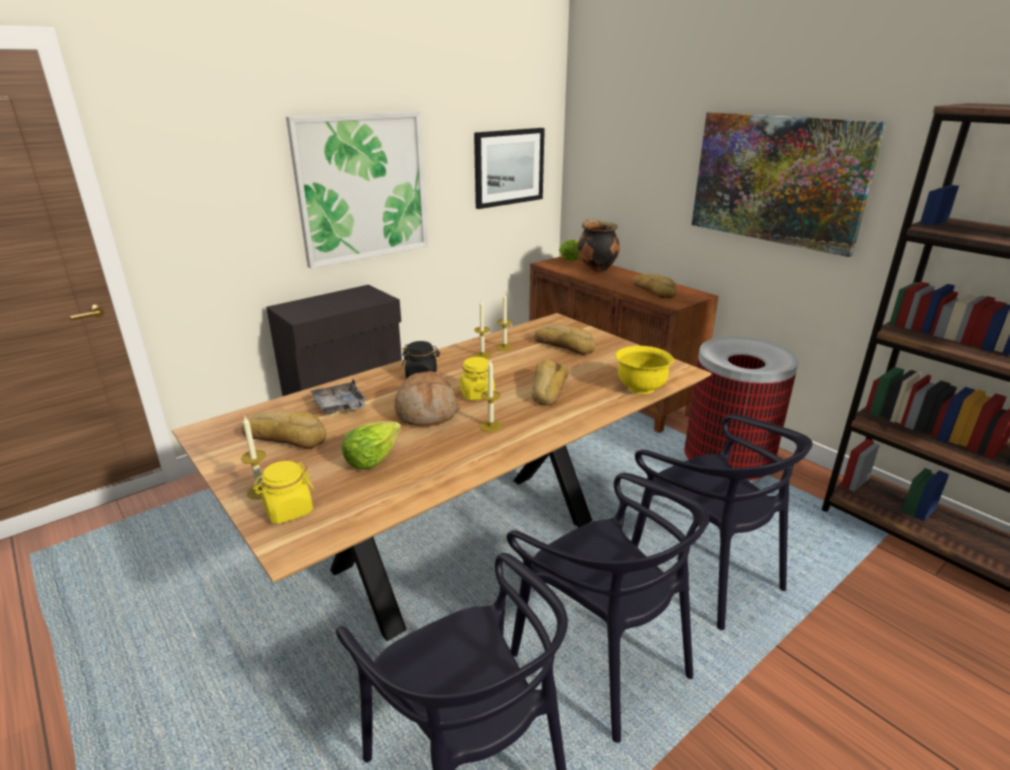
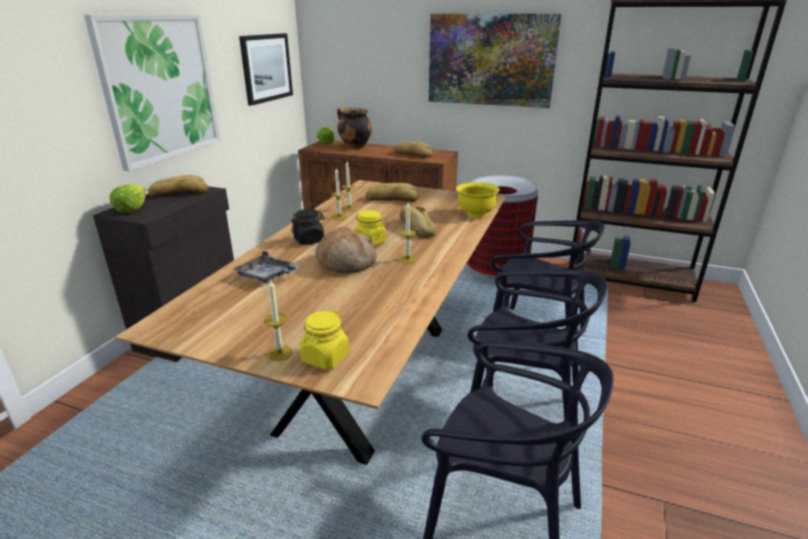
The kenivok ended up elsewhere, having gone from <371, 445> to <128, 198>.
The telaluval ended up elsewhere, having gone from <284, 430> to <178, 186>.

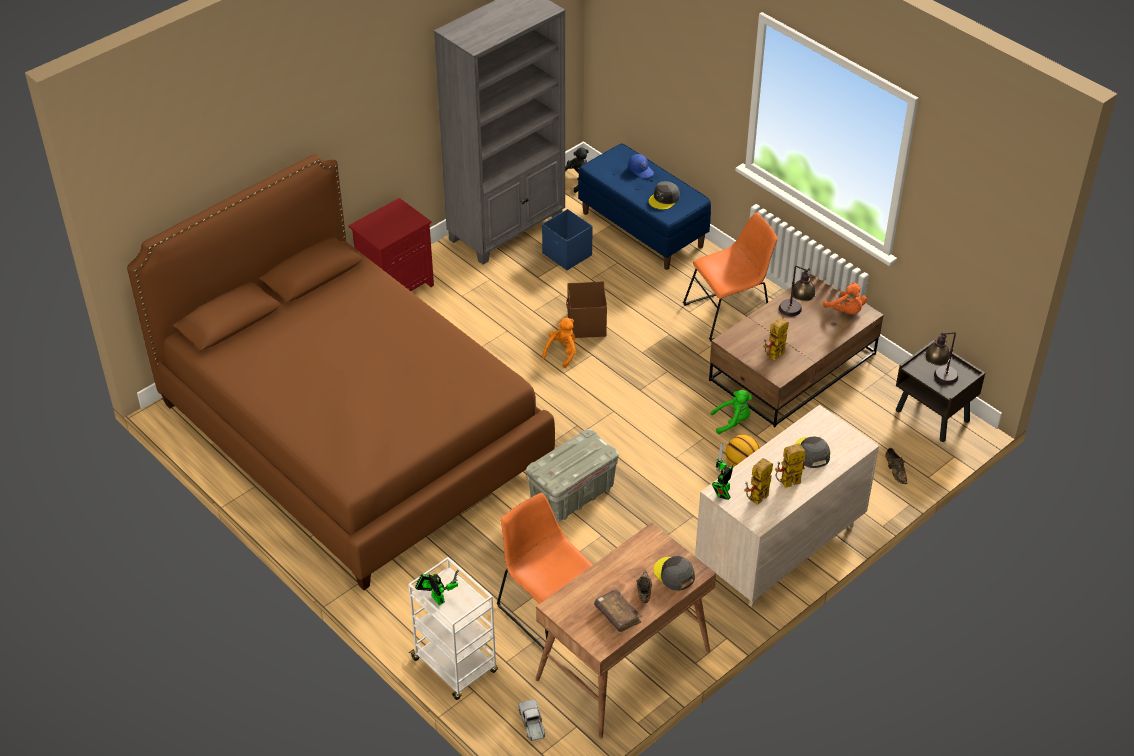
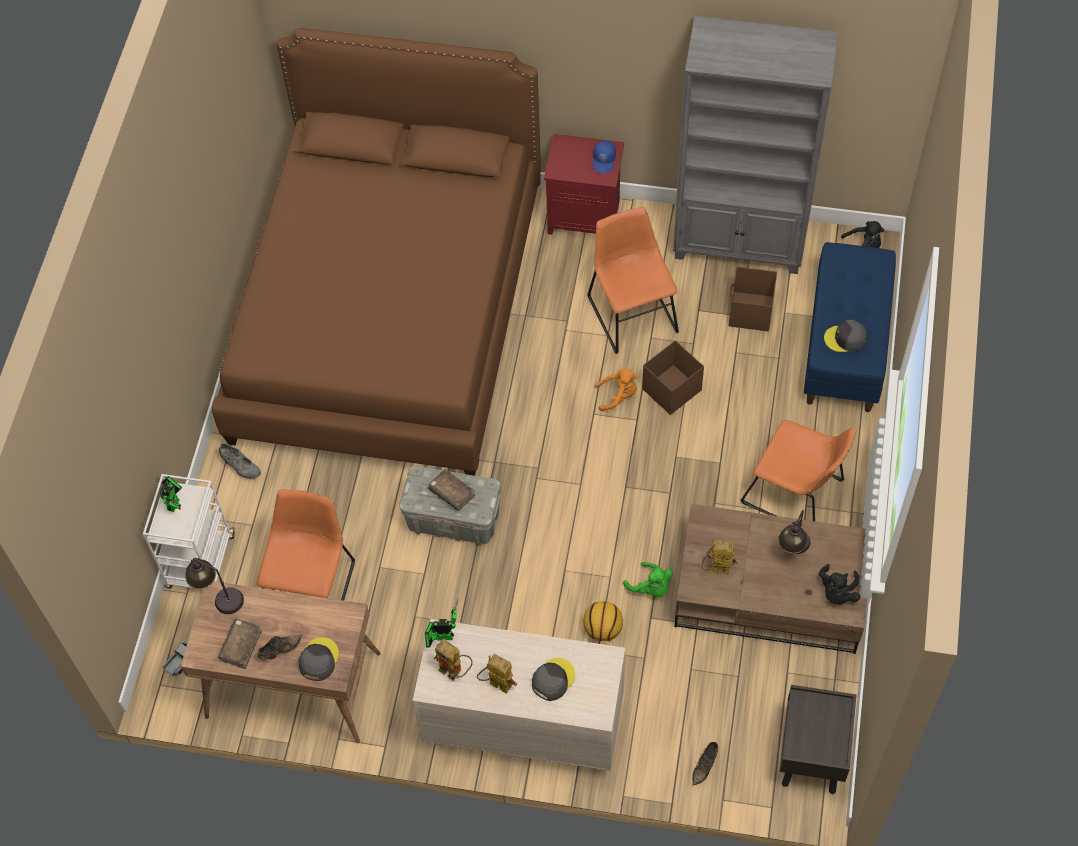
The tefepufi ended up elsewhere, having gone from <941, 358> to <214, 585>.
The second view gained the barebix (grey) at <240, 461>.
The second view gained the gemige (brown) at <452, 490>.
The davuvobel at <758, 481> ended up facing another way, 150 degrees counterclockwise from before.
The second view gained the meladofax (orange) at <633, 280>.
The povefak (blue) ended up elsewhere, having gone from <641, 166> to <604, 156>.
What was the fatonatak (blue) at <567, 239> turned into the fatonatak (brown) at <753, 299>.
What was the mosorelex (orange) at <845, 298> turned into the mosorelex (black) at <839, 584>.

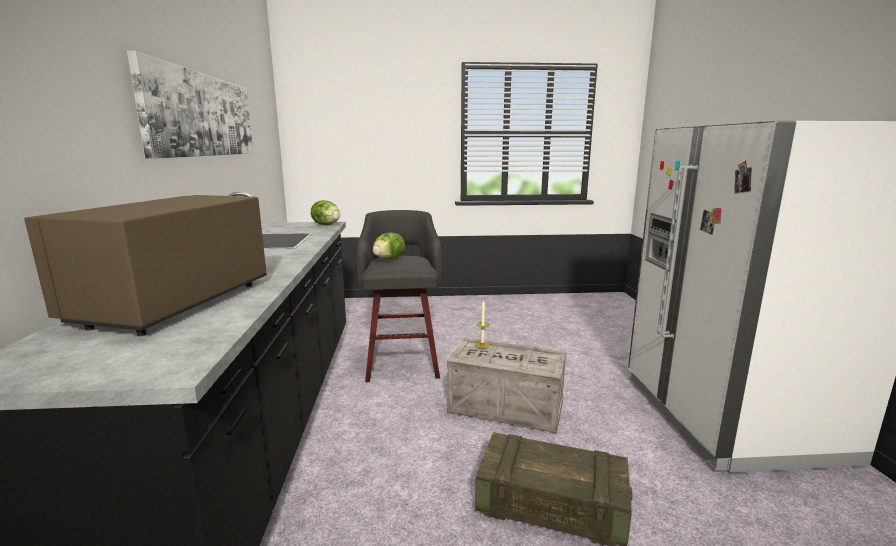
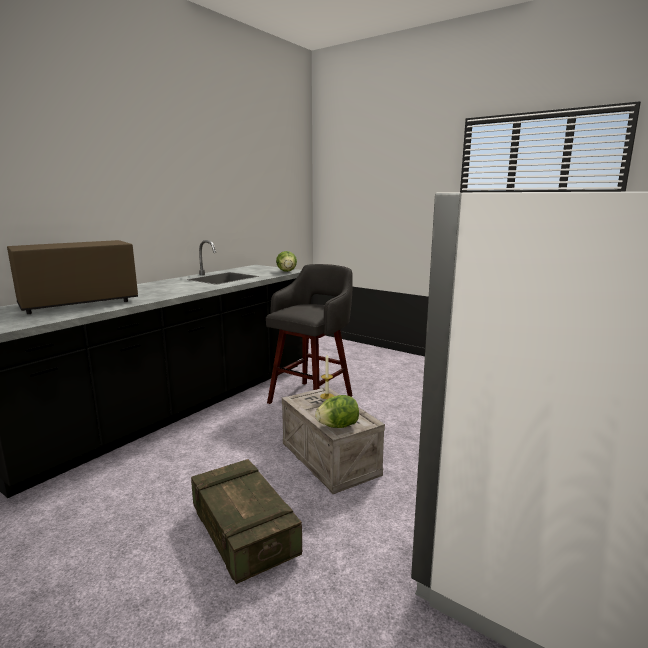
The kenivok ended up elsewhere, having gone from <389, 246> to <337, 411>.
The second view lost the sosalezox at <190, 105>.

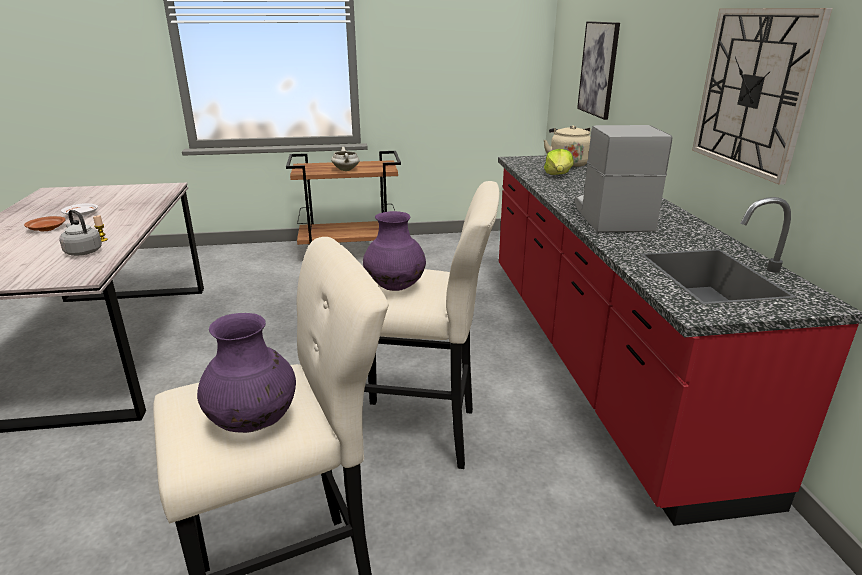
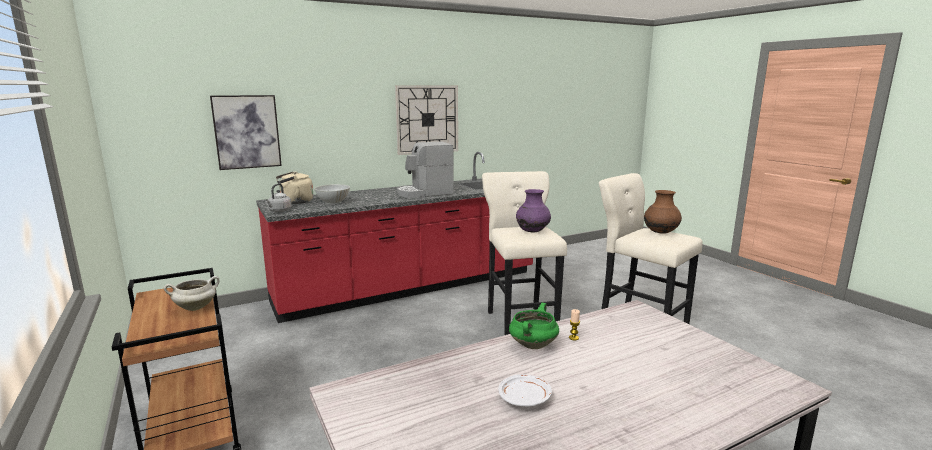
The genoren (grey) ended up elsewhere, having gone from <80, 233> to <278, 197>.
Where the kenivok stood at <559, 162>, the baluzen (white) came to stand at <332, 194>.
The second view gained the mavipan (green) at <534, 326>.
What was the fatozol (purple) at <246, 373> turned into the fatozol (brown) at <663, 212>.
The second view lost the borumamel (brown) at <45, 223>.

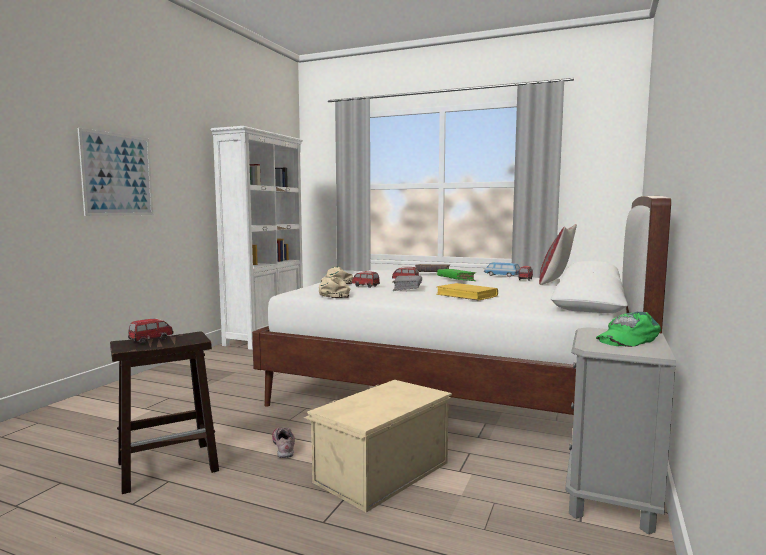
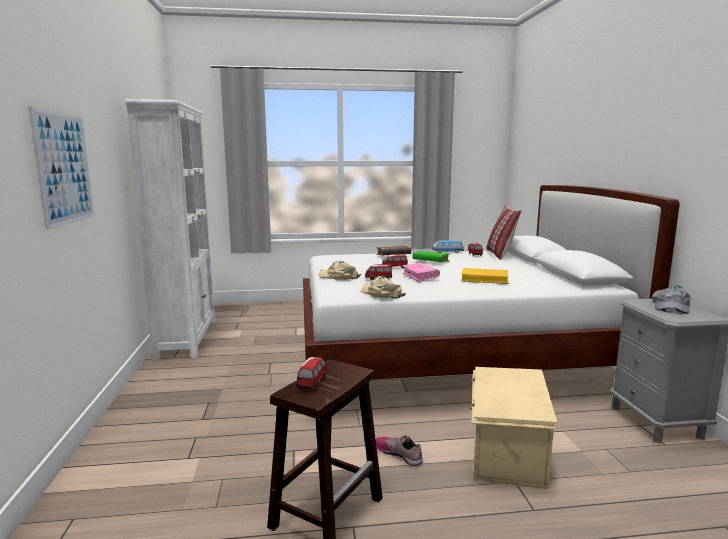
What was the gemige (grey) at <407, 283> turned into the gemige (pink) at <421, 272>.
What was the povefak (green) at <628, 329> turned into the povefak (grey) at <671, 299>.

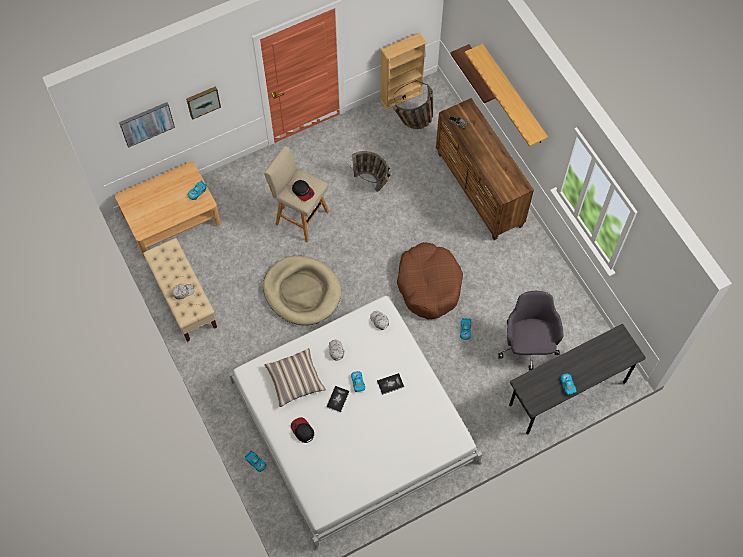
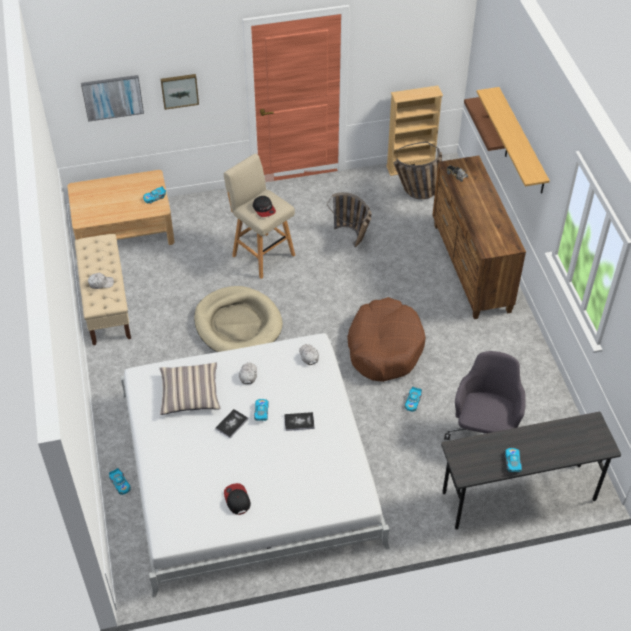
The povefak ended up elsewhere, having gone from <302, 430> to <237, 499>.

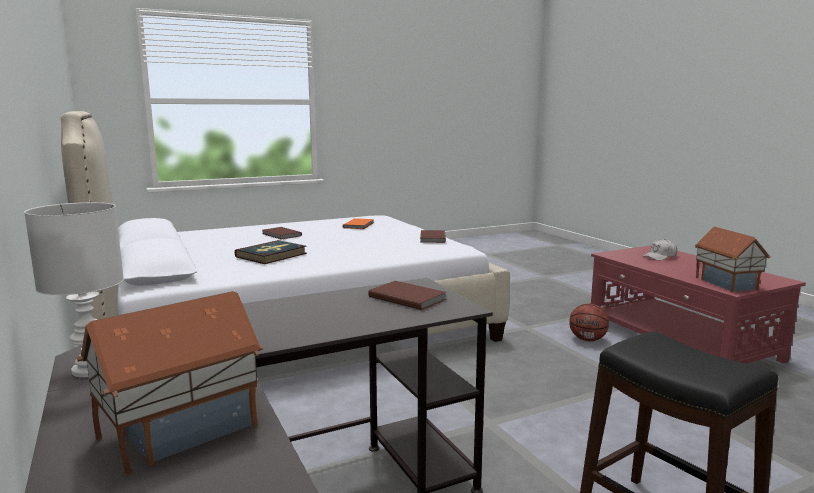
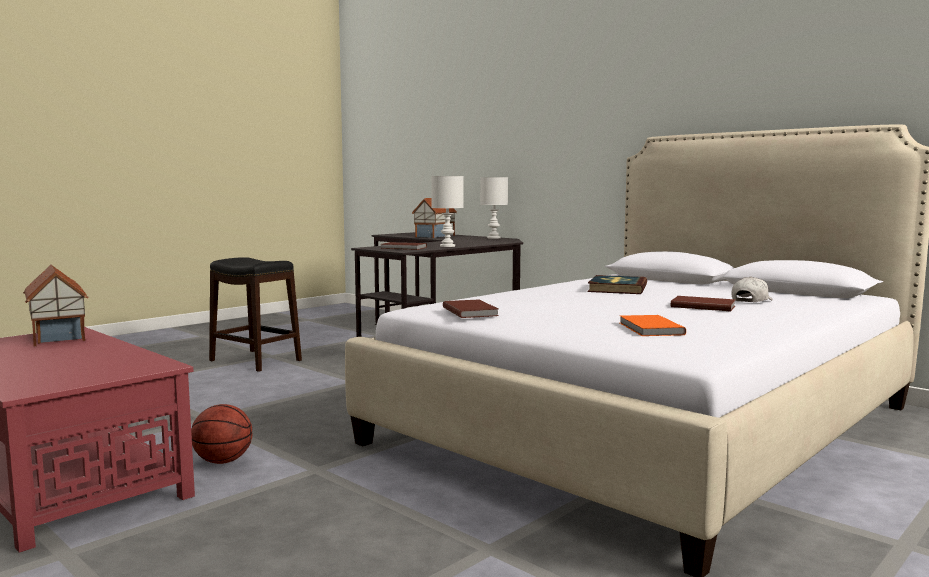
The second view gained the tefepufi (white) at <447, 211>.
The povefak (white) ended up elsewhere, having gone from <659, 250> to <752, 289>.

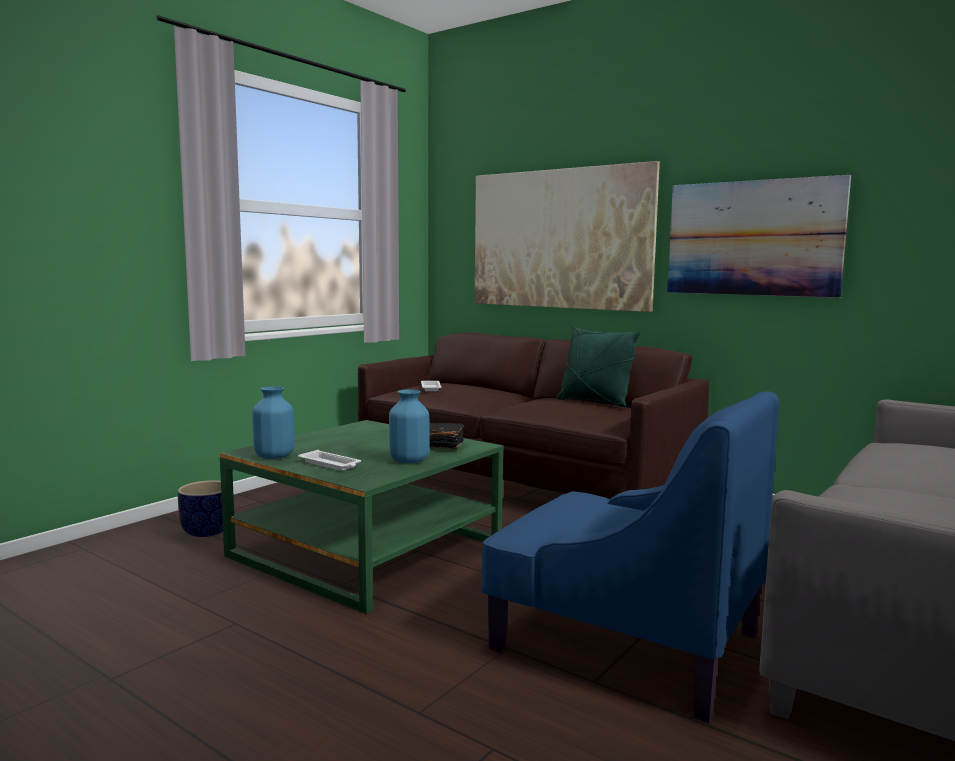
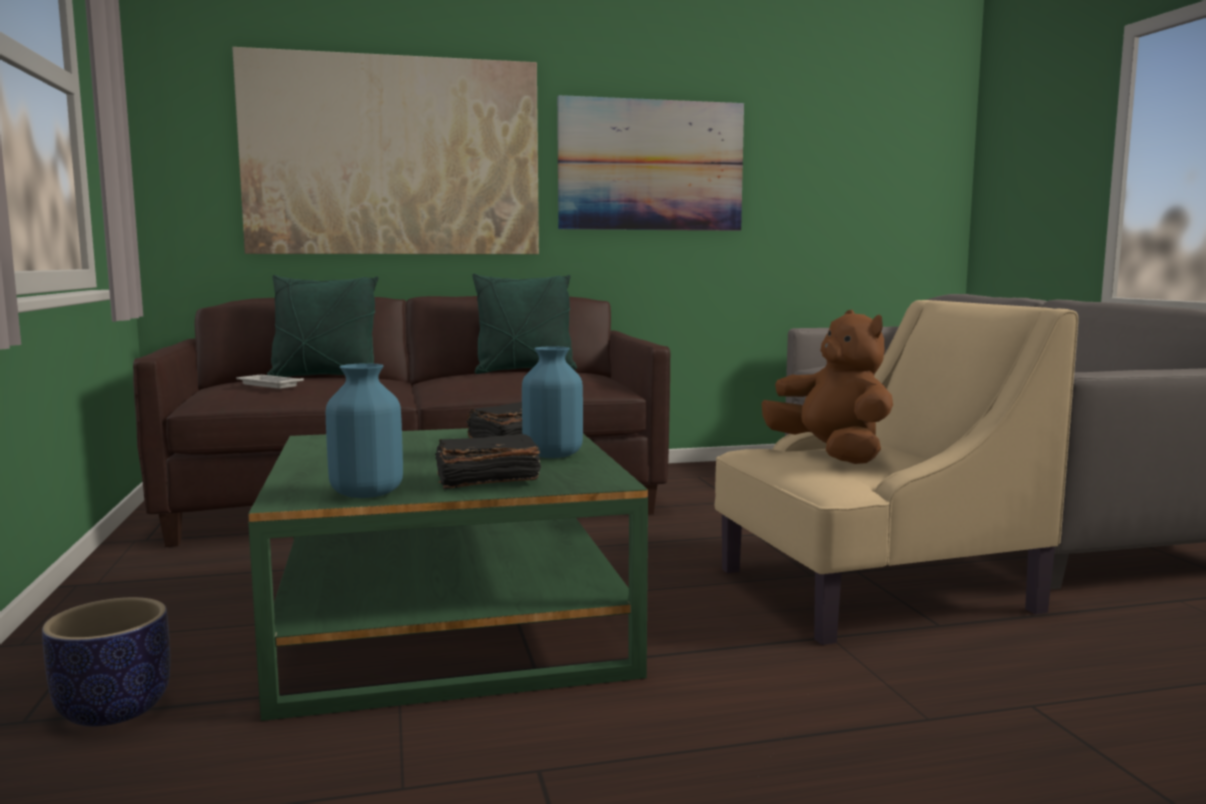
The second view gained the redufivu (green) at <322, 326>.
Where the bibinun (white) stood at <329, 460>, the gemige (black) came to stand at <488, 461>.
What was the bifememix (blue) at <630, 557> turned into the bifememix (beige) at <896, 472>.
The second view gained the mosorelex (brown) at <827, 387>.

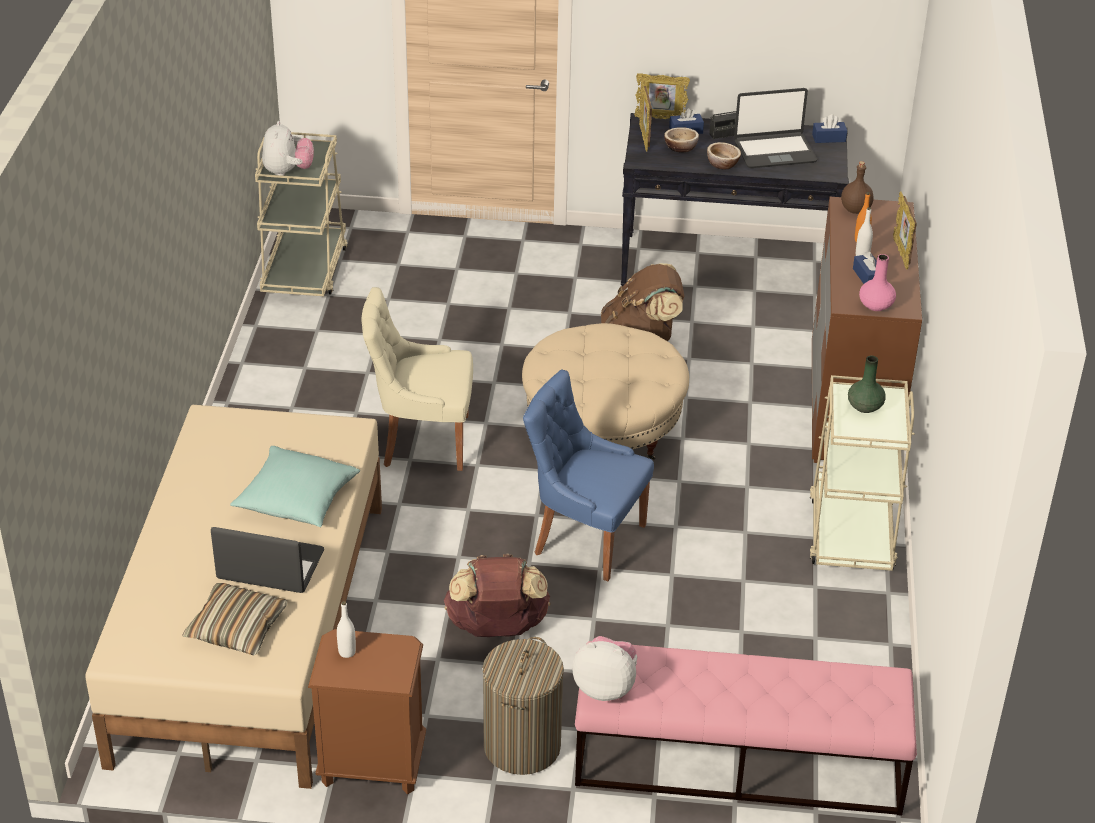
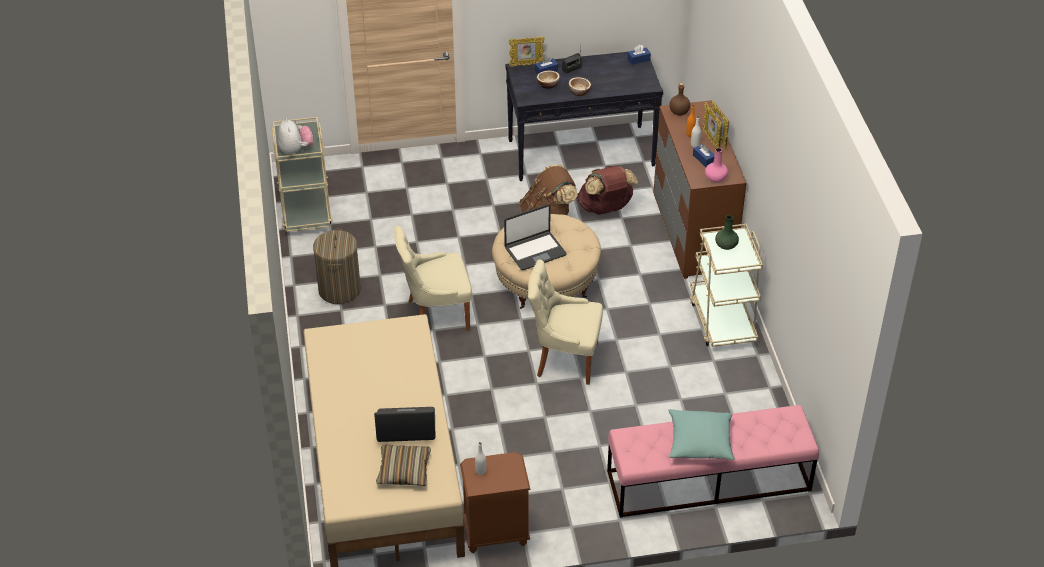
The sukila ended up elsewhere, having gone from <523, 706> to <337, 266>.
The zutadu ended up elsewhere, having gone from <775, 128> to <535, 237>.
What was the meladofax (blue) at <588, 475> turned into the meladofax (beige) at <565, 322>.
The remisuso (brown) ended up elsewhere, having gone from <497, 595> to <607, 190>.
The redufivu (turquoise) ended up elsewhere, having gone from <295, 486> to <701, 434>.
The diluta ended up elsewhere, having gone from <645, 116> to <712, 125>.
The second view lost the mosorelex at <604, 668>.

